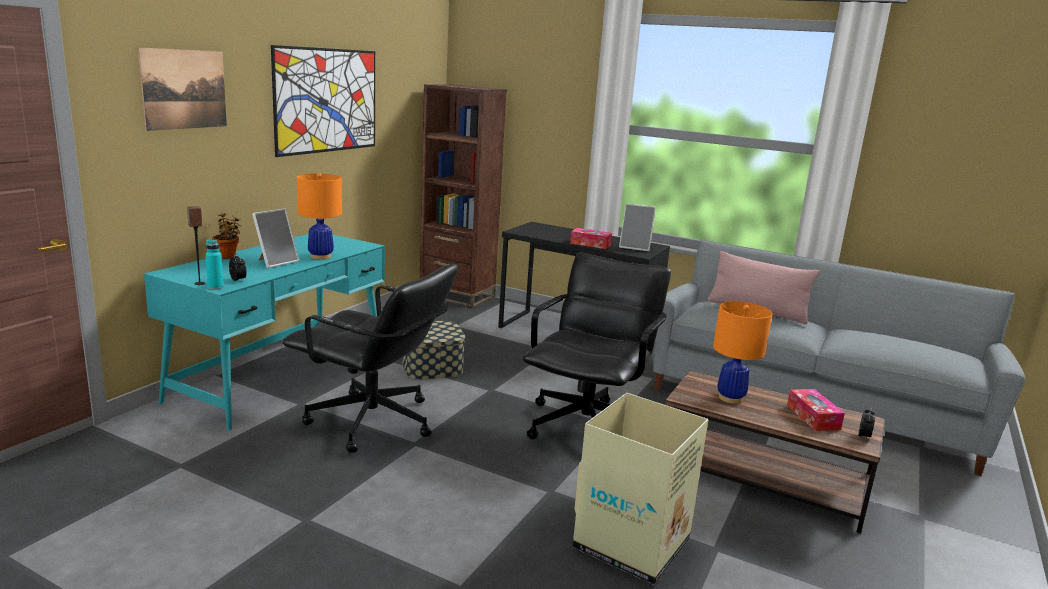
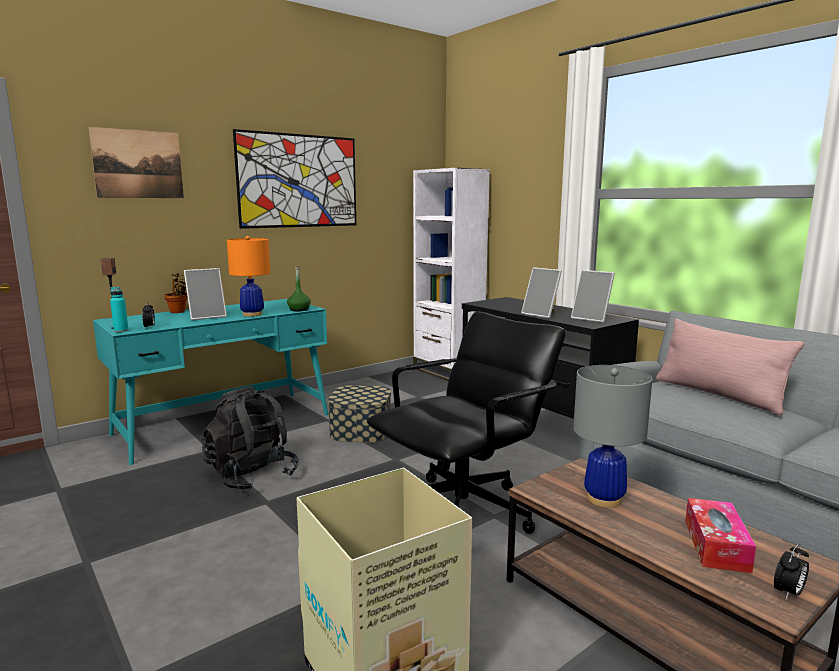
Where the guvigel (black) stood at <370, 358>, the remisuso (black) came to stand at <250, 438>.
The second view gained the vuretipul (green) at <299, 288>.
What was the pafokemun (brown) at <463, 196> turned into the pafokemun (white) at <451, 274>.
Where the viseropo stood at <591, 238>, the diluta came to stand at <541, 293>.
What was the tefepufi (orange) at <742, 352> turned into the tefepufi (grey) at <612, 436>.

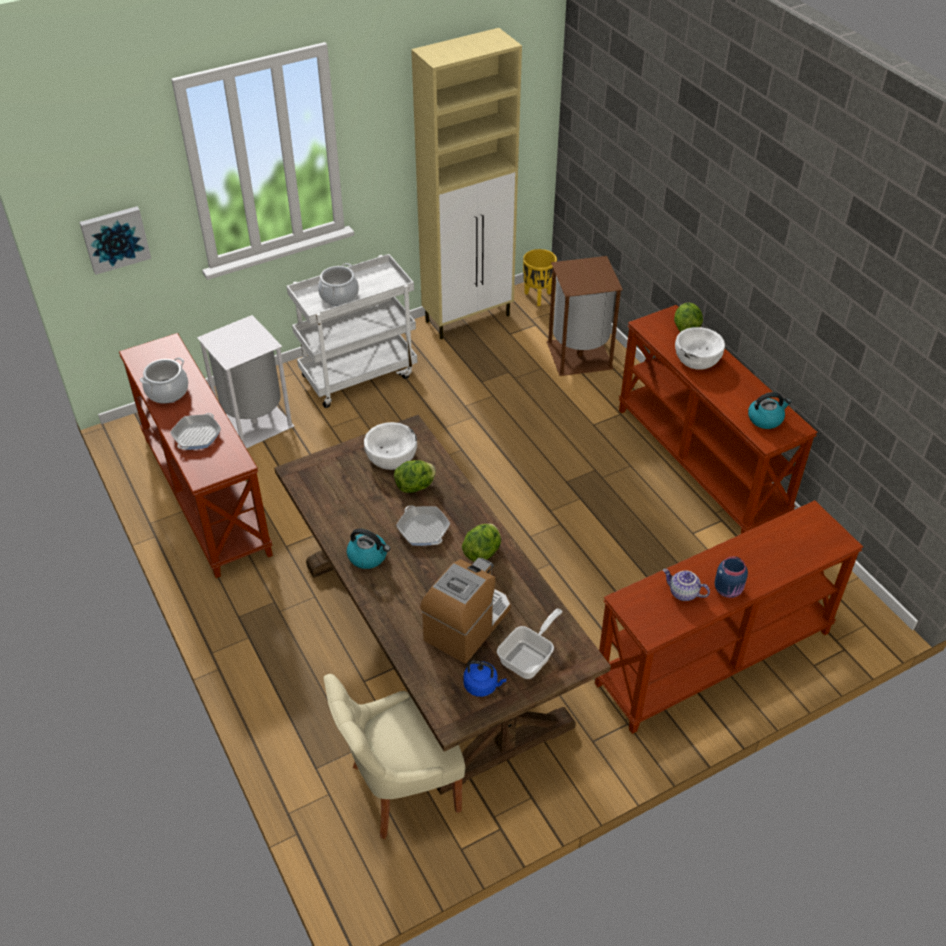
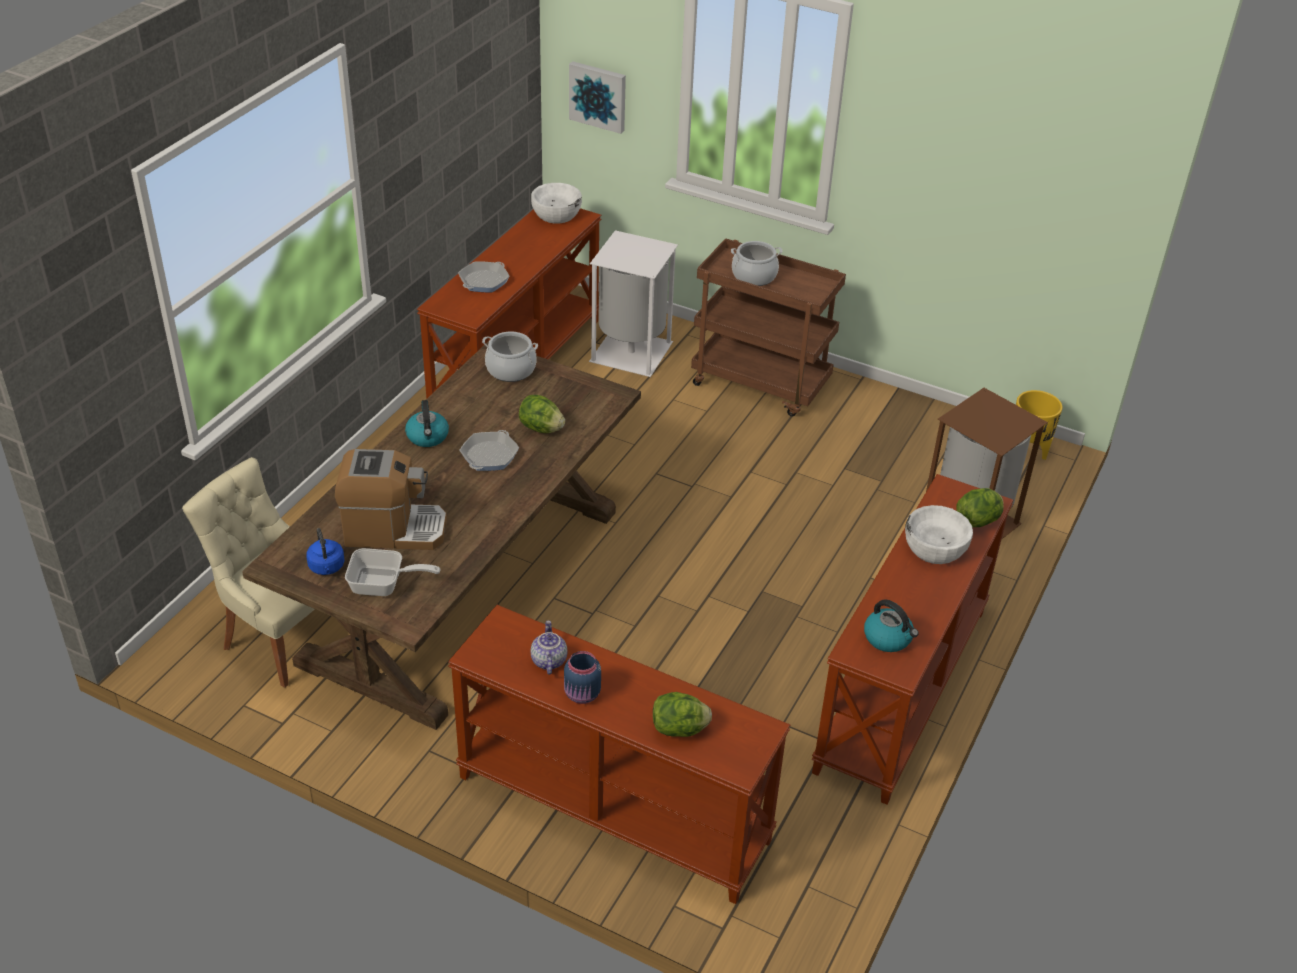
The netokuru at <195, 431> ended up facing another way, 135 degrees clockwise from before.
The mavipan ended up elsewhere, having gone from <164, 380> to <510, 356>.
The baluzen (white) ended up elsewhere, having gone from <390, 446> to <556, 203>.
The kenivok ended up elsewhere, having gone from <481, 543> to <682, 714>.
What was the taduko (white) at <352, 331> turned into the taduko (brown) at <768, 327>.
The second view lost the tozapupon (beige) at <466, 183>.

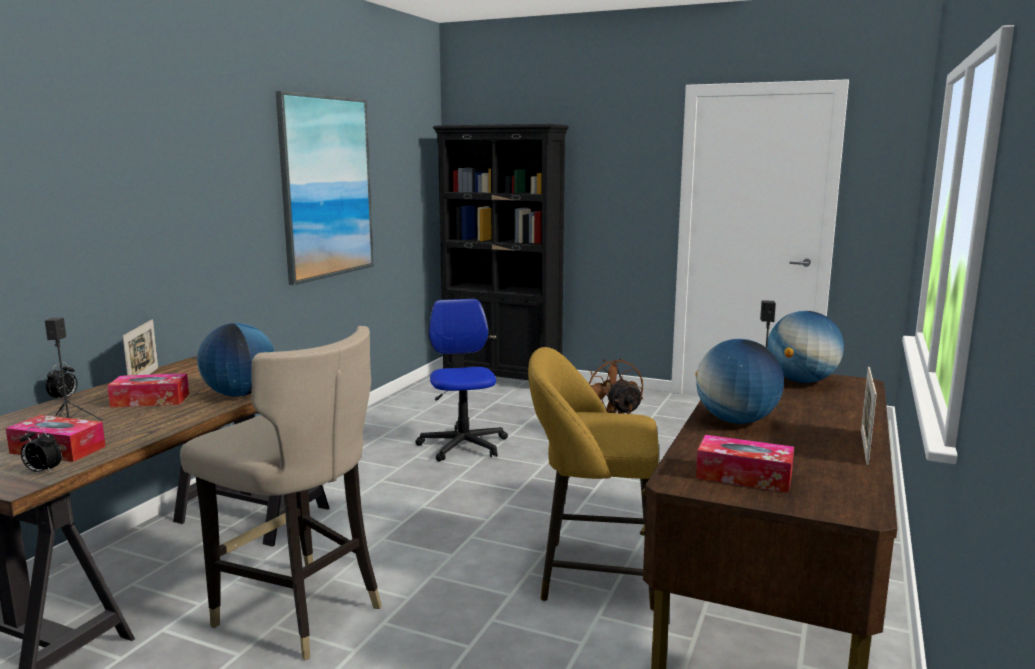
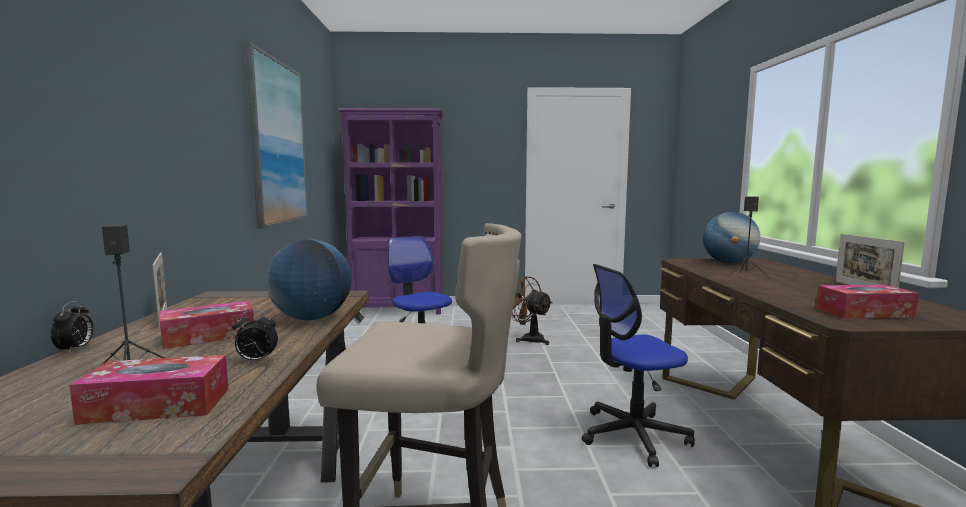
The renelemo ended up elsewhere, having gone from <41, 450> to <255, 336>.
What was the pafokemun (black) at <501, 252> turned into the pafokemun (purple) at <390, 211>.
Where the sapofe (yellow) stood at <593, 479>, the guvigel came to stand at <638, 365>.
The second view lost the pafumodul at <739, 381>.

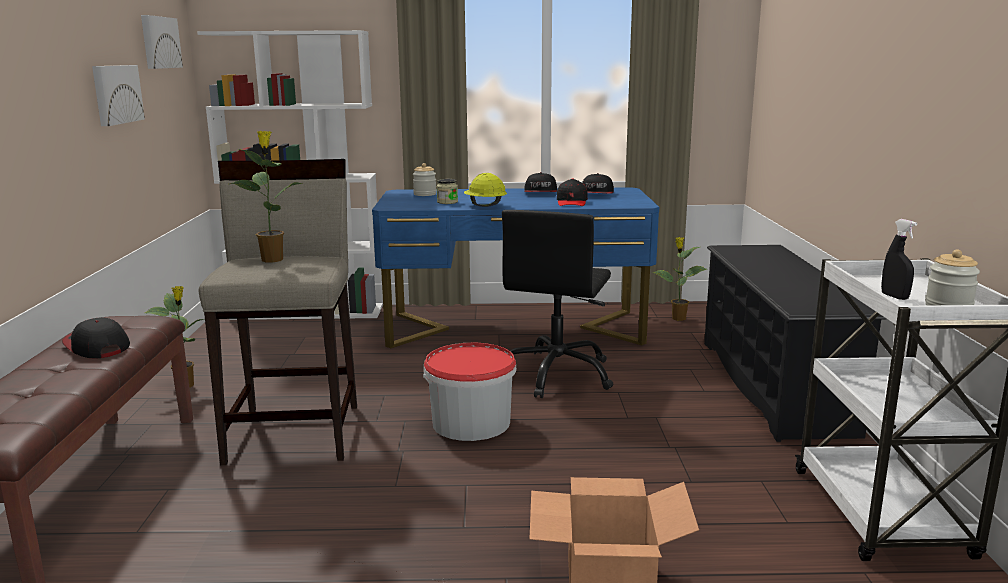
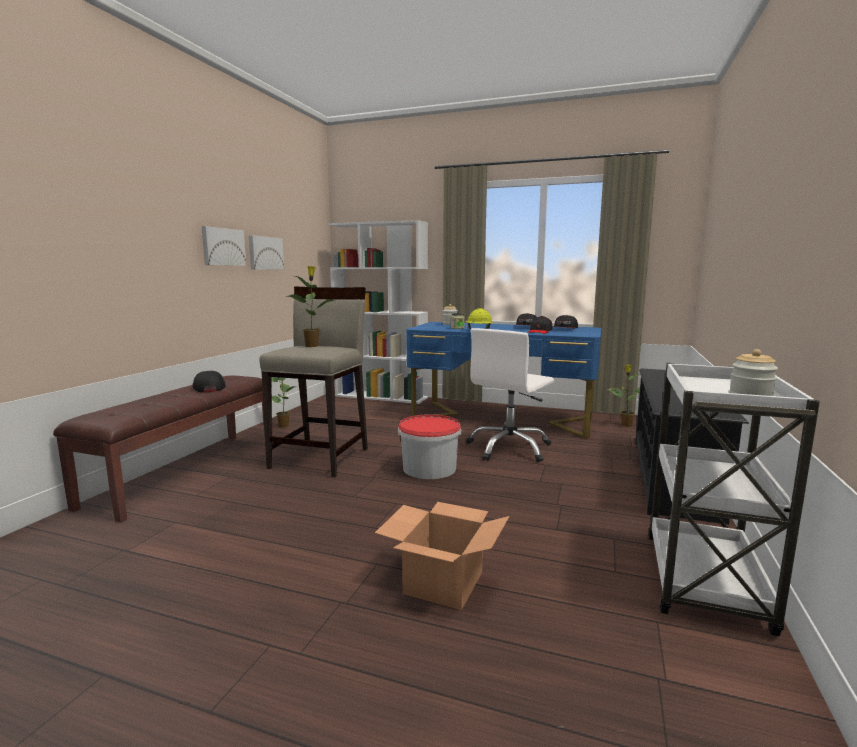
The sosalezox ended up elsewhere, having gone from <162, 42> to <224, 246>.
What was the guvigel (black) at <557, 304> turned into the guvigel (white) at <510, 395>.
The second view lost the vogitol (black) at <899, 259>.

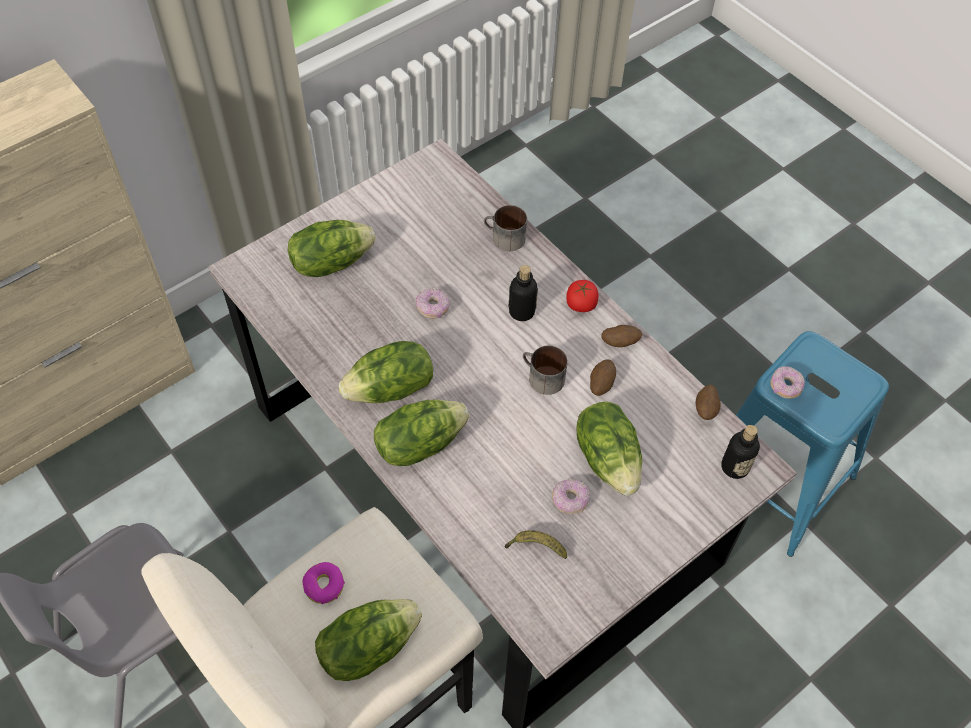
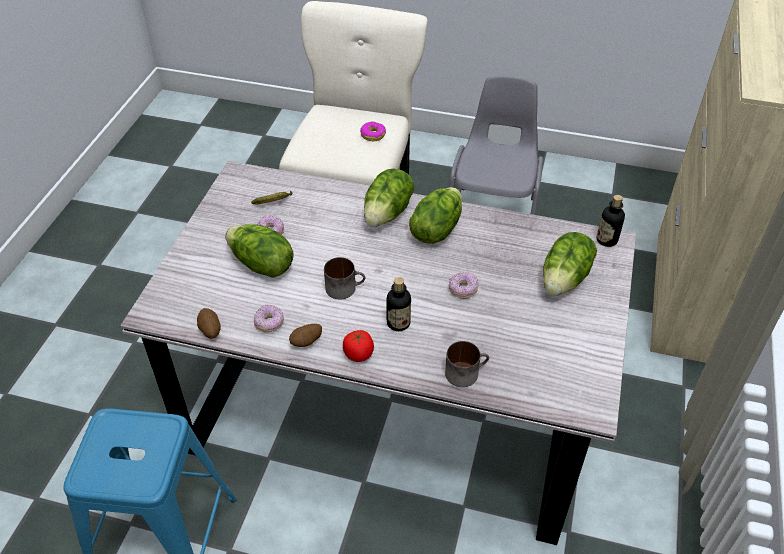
The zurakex ended up elsewhere, having gone from <787, 382> to <269, 318>.
The vuretipul ended up elsewhere, having gone from <740, 452> to <610, 221>.
The second view lost the kenivok at <368, 640>.
The second view lost the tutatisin at <603, 378>.

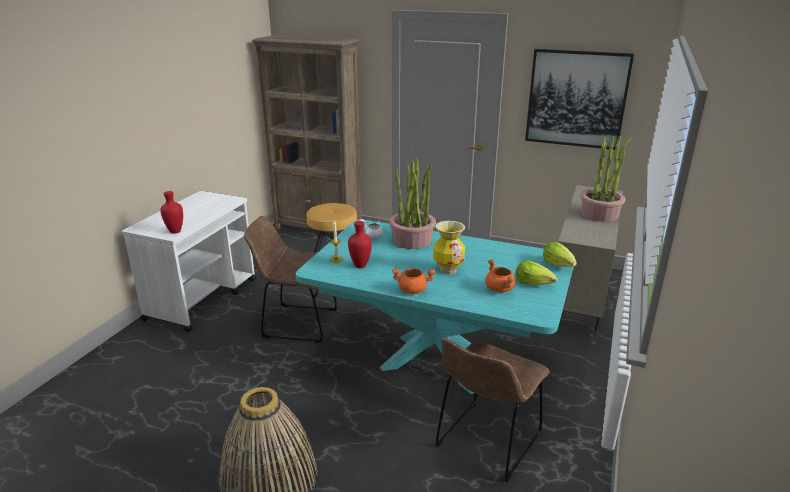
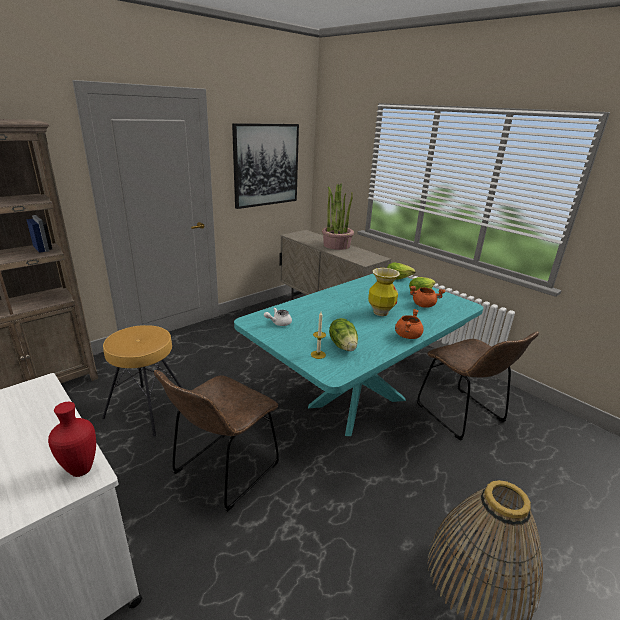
Where the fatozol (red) stood at <360, 244>, the kenivok came to stand at <343, 334>.
The second view lost the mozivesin at <412, 203>.

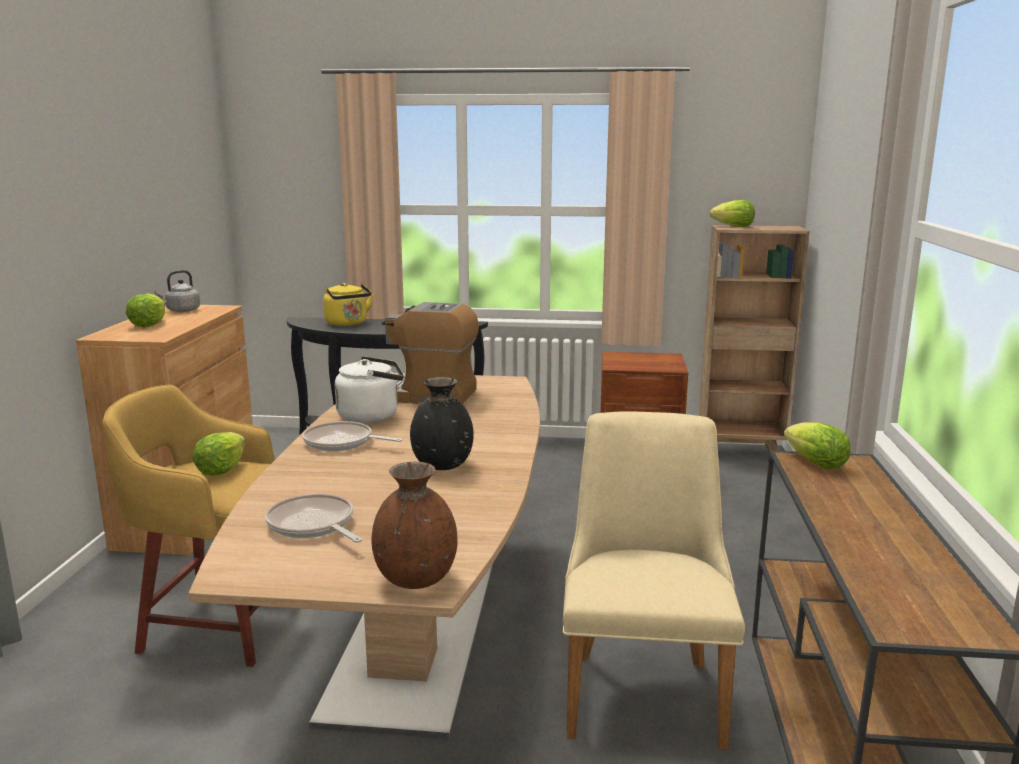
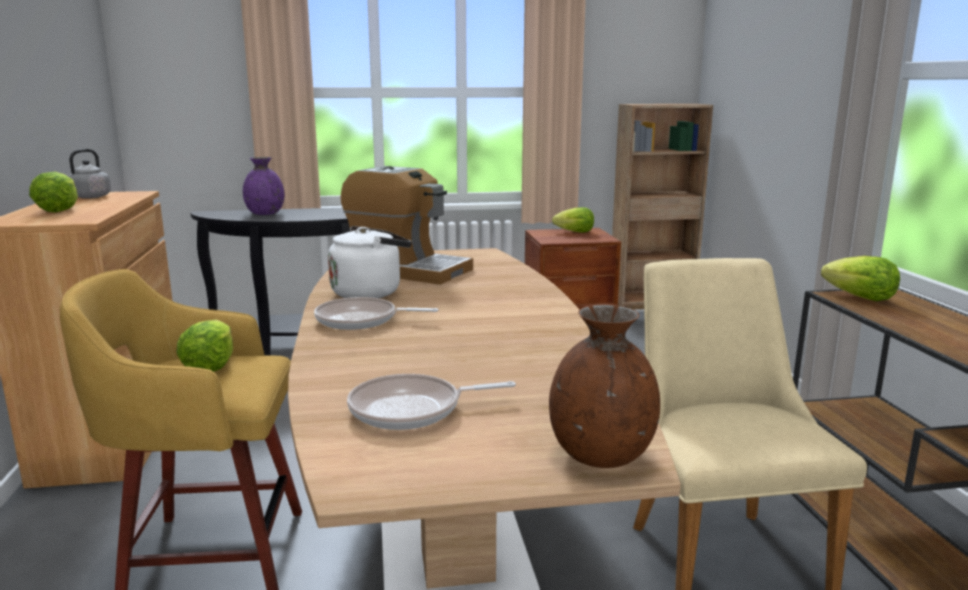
Where the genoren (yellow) stood at <348, 304>, the fatozol (purple) came to stand at <263, 186>.
The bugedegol at <430, 353> ended up facing another way, 150 degrees counterclockwise from before.
The netokuru at <313, 518> ended up facing another way, 45 degrees counterclockwise from before.
The kenivok ended up elsewhere, having gone from <732, 213> to <573, 220>.
The second view lost the fatozol (black) at <442, 423>.

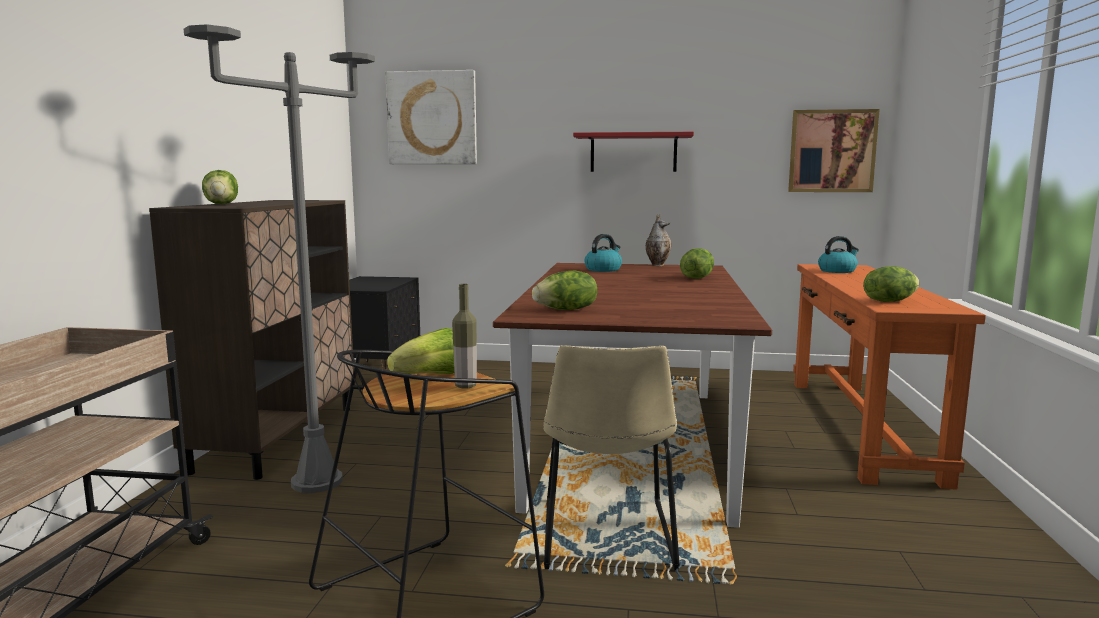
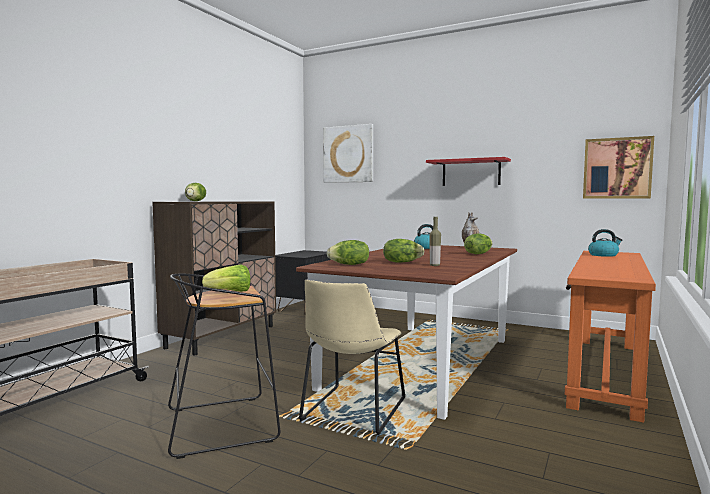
The kenivok ended up elsewhere, having gone from <891, 284> to <403, 251>.
The vuretipul ended up elsewhere, having gone from <464, 336> to <435, 241>.
The second view lost the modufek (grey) at <279, 258>.

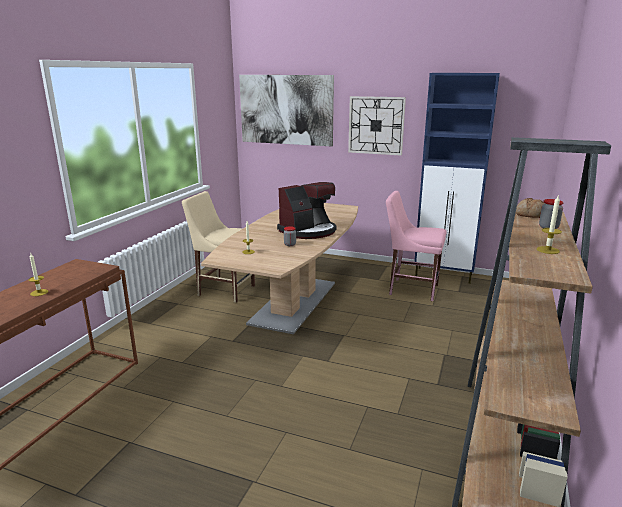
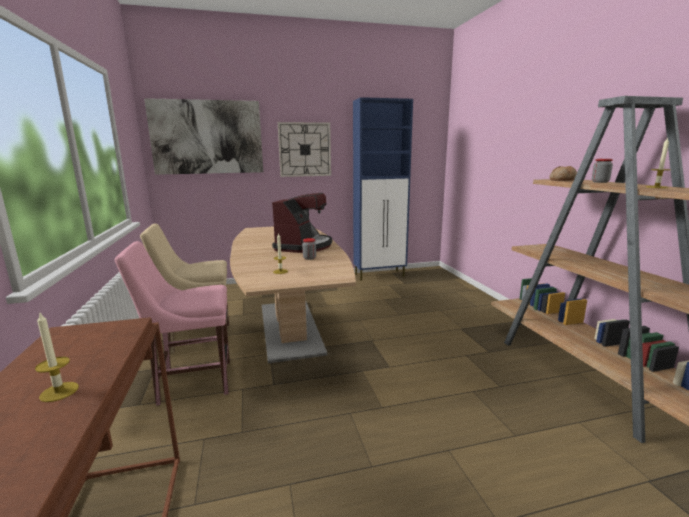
The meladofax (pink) ended up elsewhere, having gone from <416, 246> to <172, 323>.

